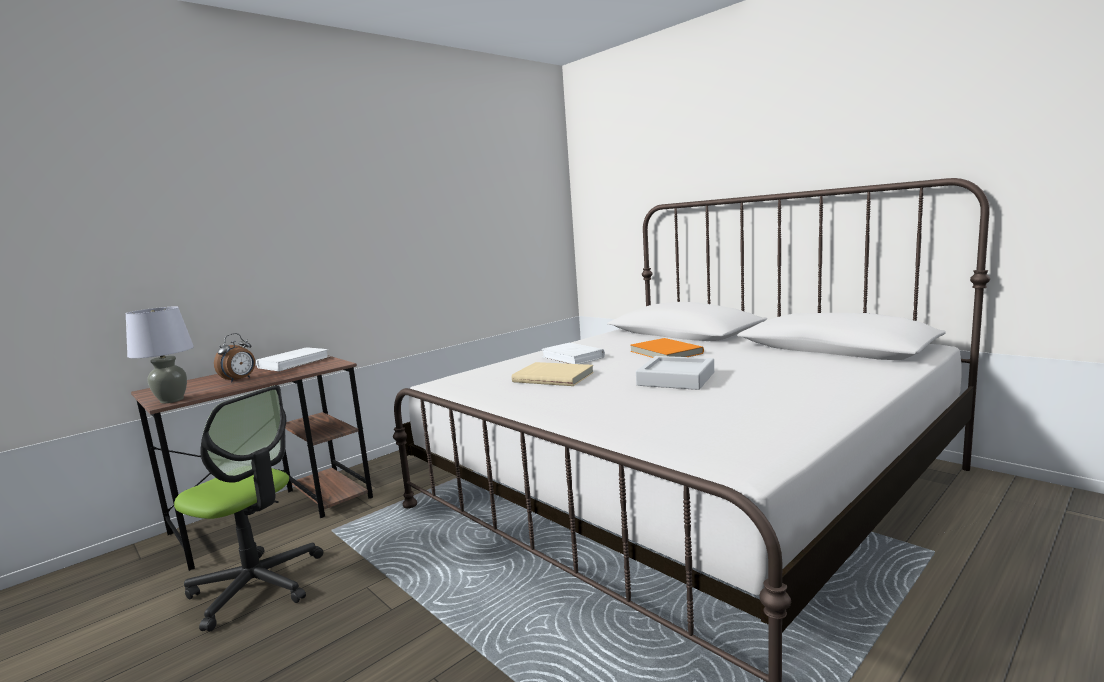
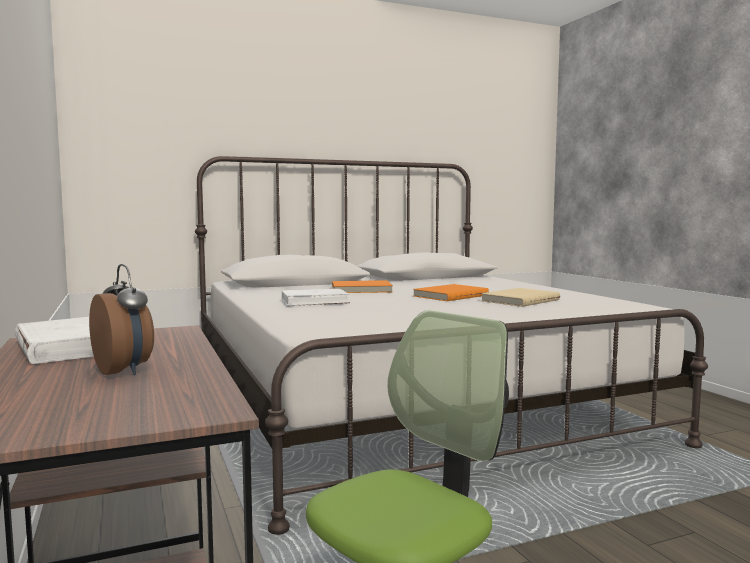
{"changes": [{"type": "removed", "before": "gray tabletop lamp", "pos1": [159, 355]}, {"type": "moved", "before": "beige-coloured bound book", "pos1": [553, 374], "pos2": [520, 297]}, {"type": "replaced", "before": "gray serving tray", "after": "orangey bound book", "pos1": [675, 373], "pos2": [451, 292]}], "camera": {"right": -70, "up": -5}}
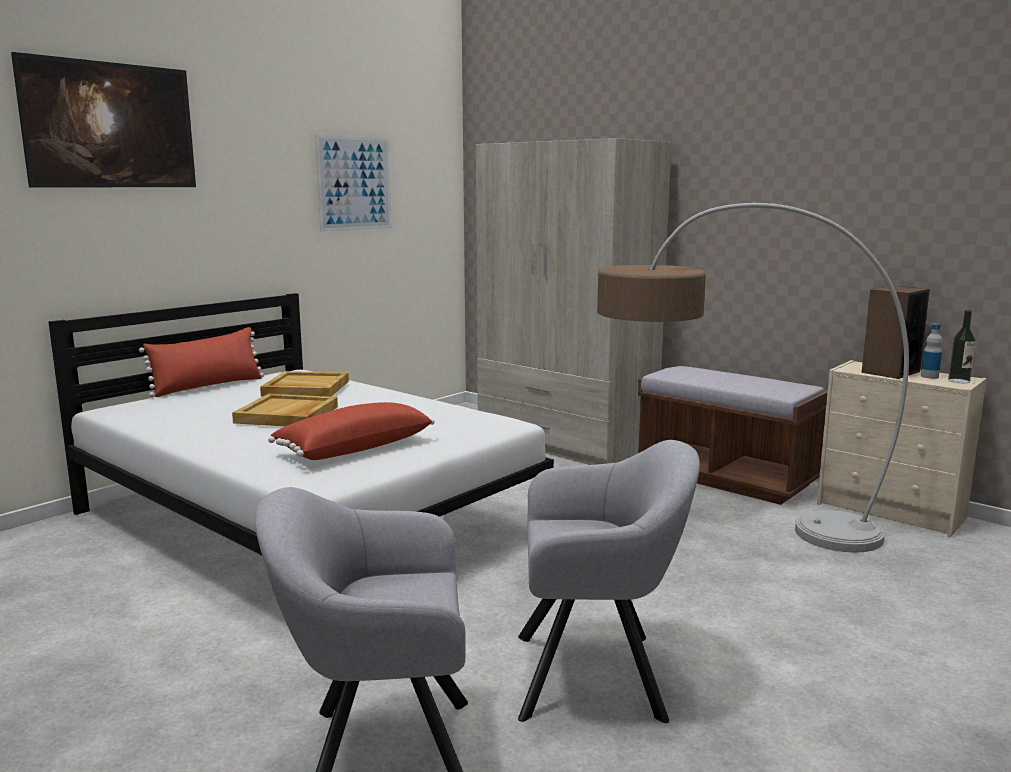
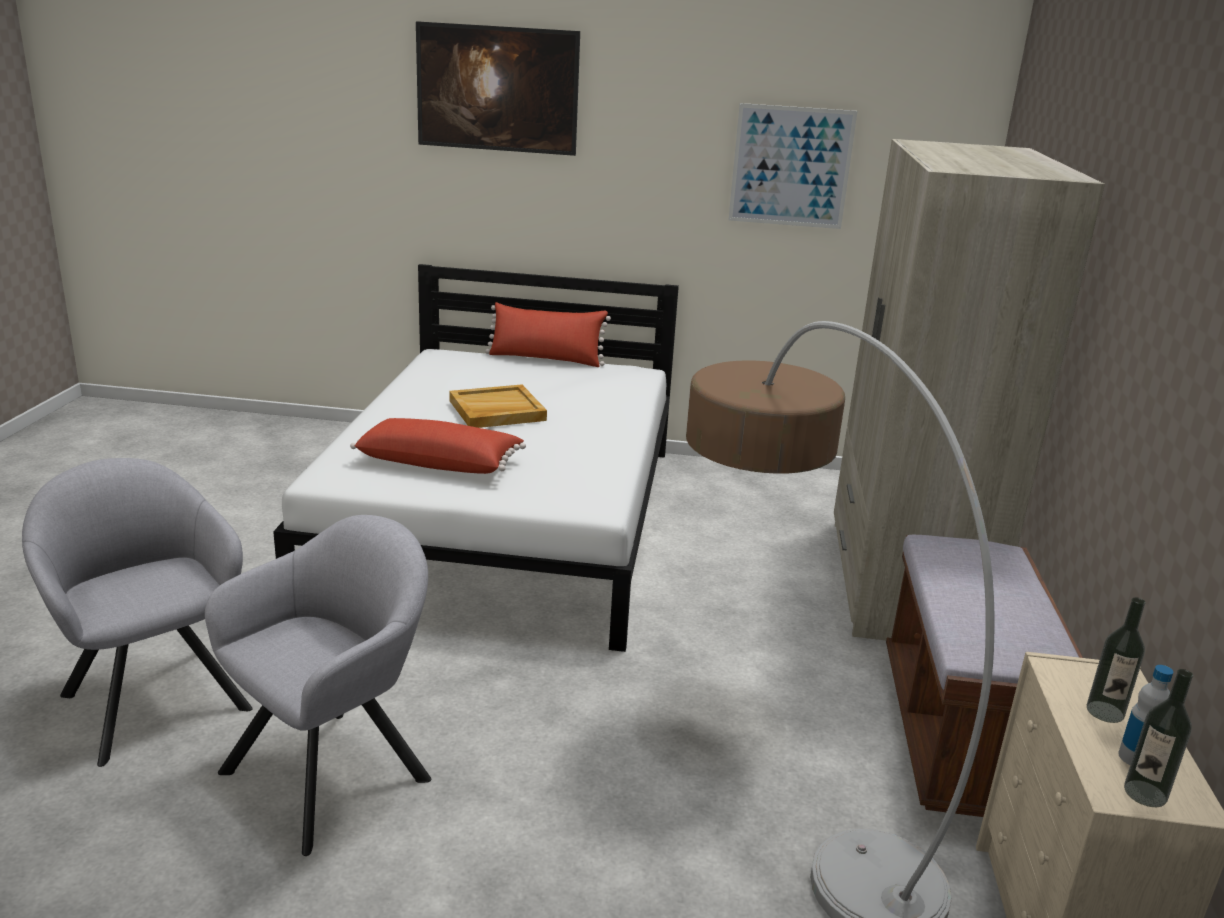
{"changes": [{"type": "removed", "before": "beige-coloured serving tray", "pos1": [304, 384]}, {"type": "replaced", "before": "speaker", "after": "drink bottle", "pos1": [896, 332], "pos2": [1116, 660]}, {"type": "turned", "before": "gray easy chair", "pos1": [609, 581], "pos2": [318, 685], "turn": -105}], "camera": {"right": 55, "up": 10}}
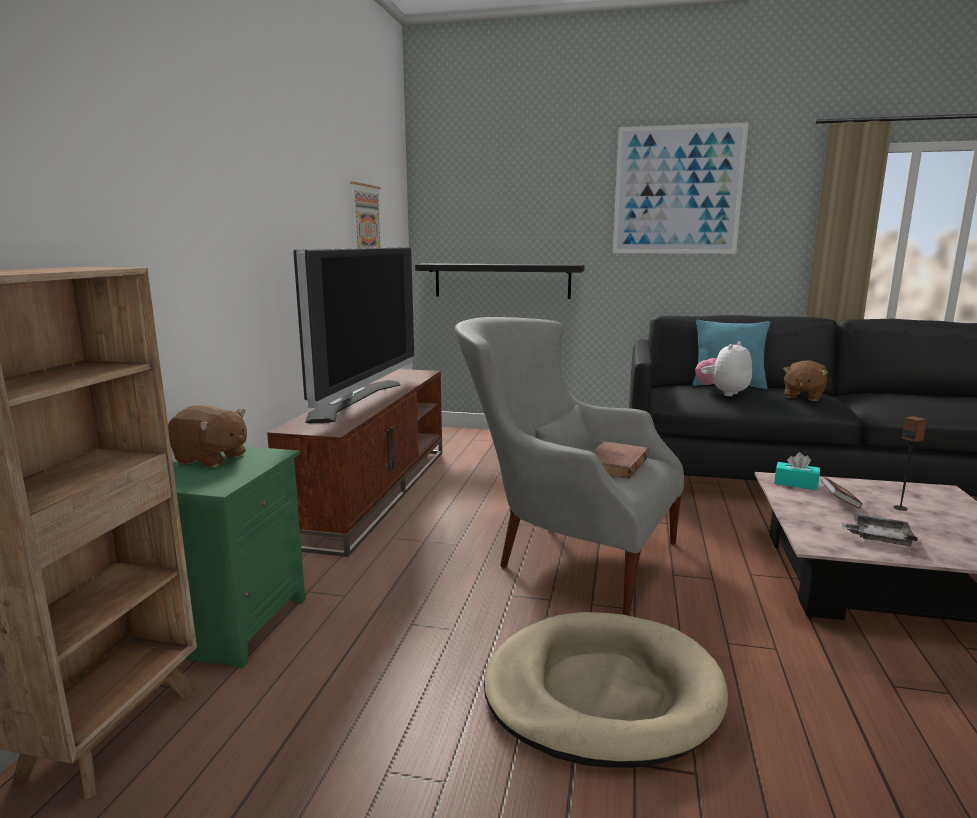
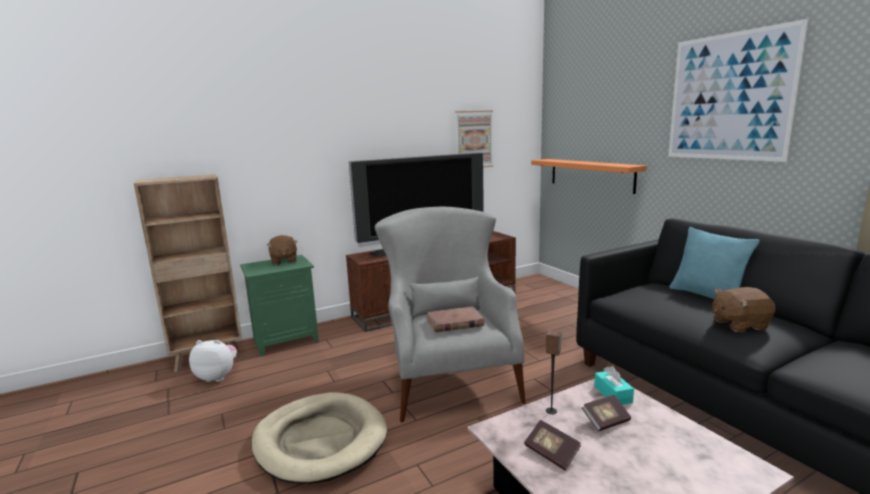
{"changes": [{"type": "moved", "before": "plush toy", "pos1": [724, 368], "pos2": [213, 361]}, {"type": "moved", "before": "speaker", "pos1": [910, 463], "pos2": [553, 372]}, {"type": "replaced", "before": "gray serving tray", "after": "bound book", "pos1": [879, 530], "pos2": [552, 445]}, {"type": "recoloured", "before": "black-coloured shelf", "after": "orangey shelf", "pos1": [500, 281], "pos2": [589, 176]}], "camera": {"right": 50, "up": 0}}
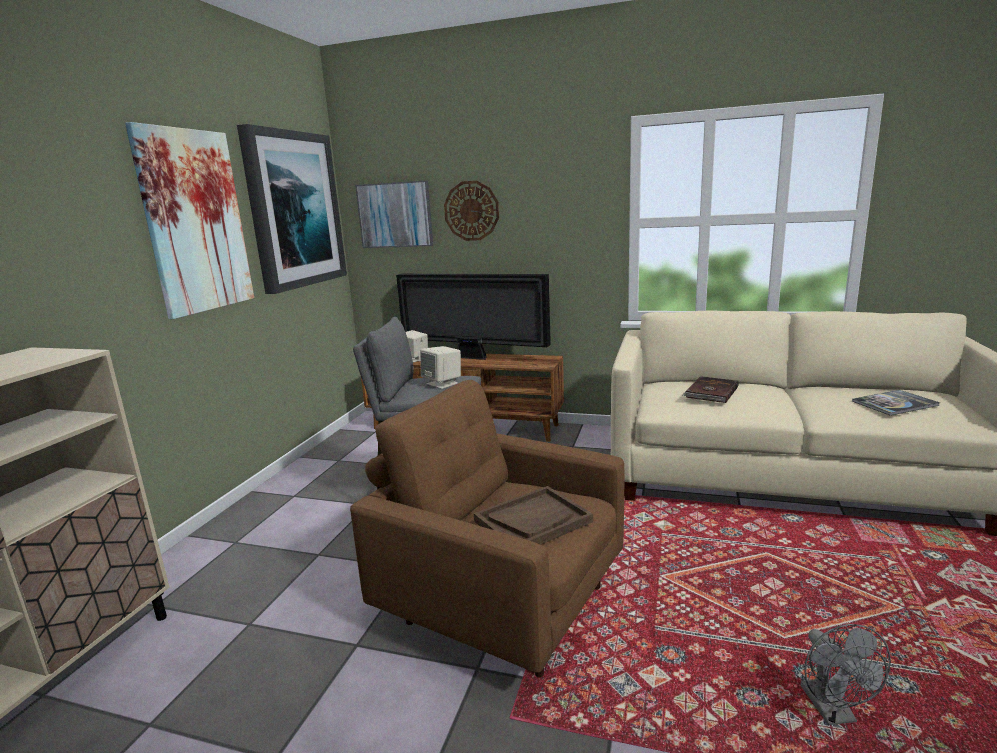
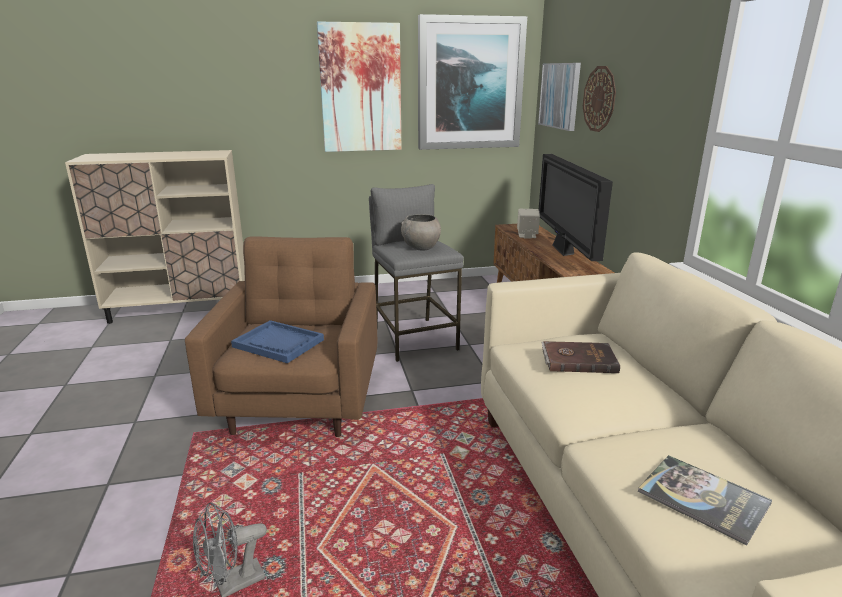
{"changes": [{"type": "replaced", "before": "beige-coloured speaker", "after": "gray deep dish", "pos1": [440, 367], "pos2": [421, 232]}, {"type": "recoloured", "before": "brownish serving tray", "after": "bluish serving tray", "pos1": [533, 515], "pos2": [277, 341]}], "camera": {"right": 60, "up": 5}}
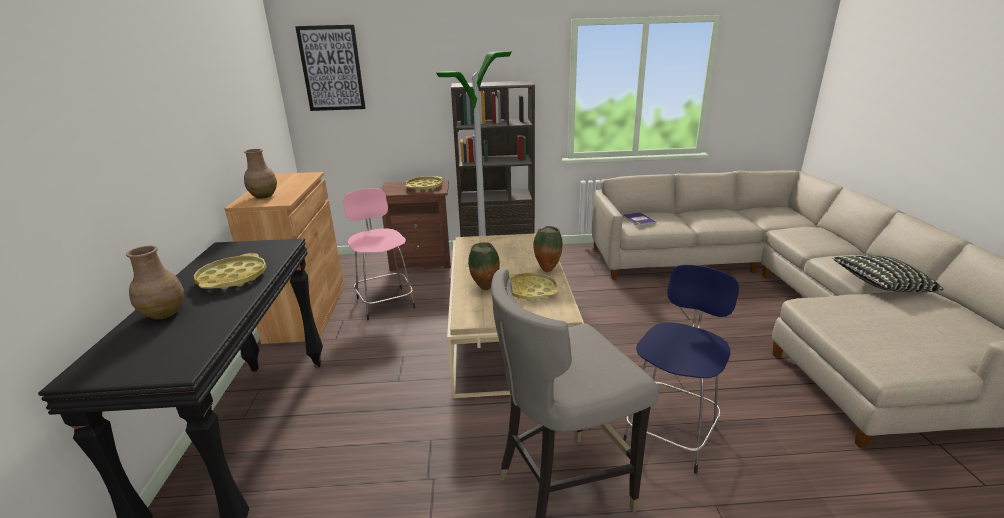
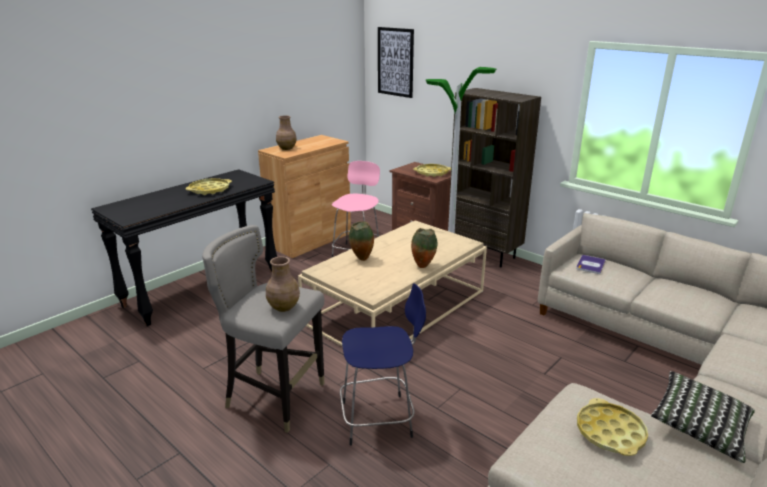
{"changes": [{"type": "moved", "before": "brownish decorative vase", "pos1": [155, 283], "pos2": [283, 284]}, {"type": "moved", "before": "yellow-coloured serving tray", "pos1": [533, 287], "pos2": [612, 427]}], "camera": {"right": 45, "up": 0}}
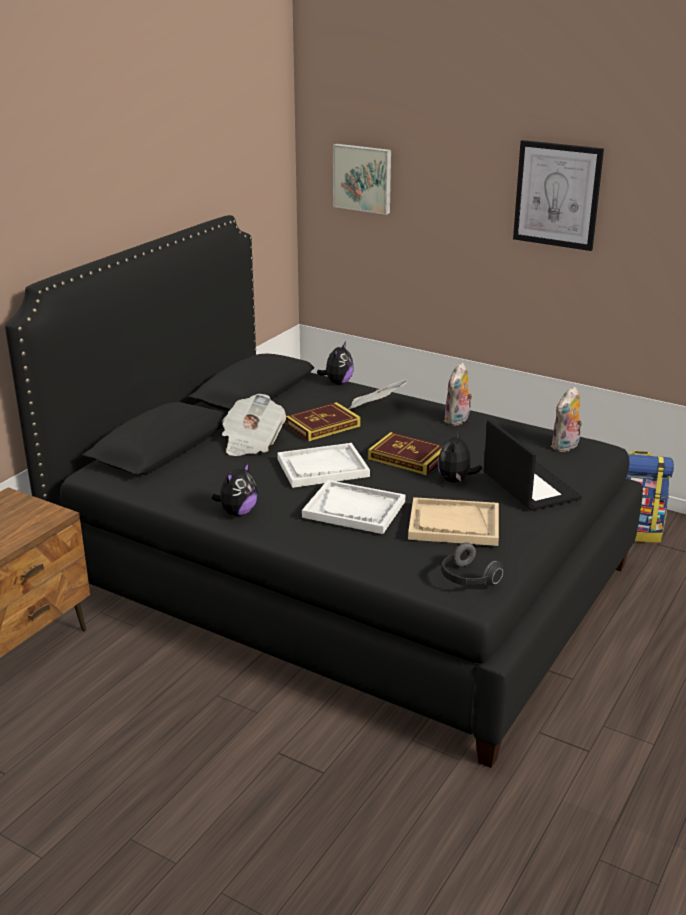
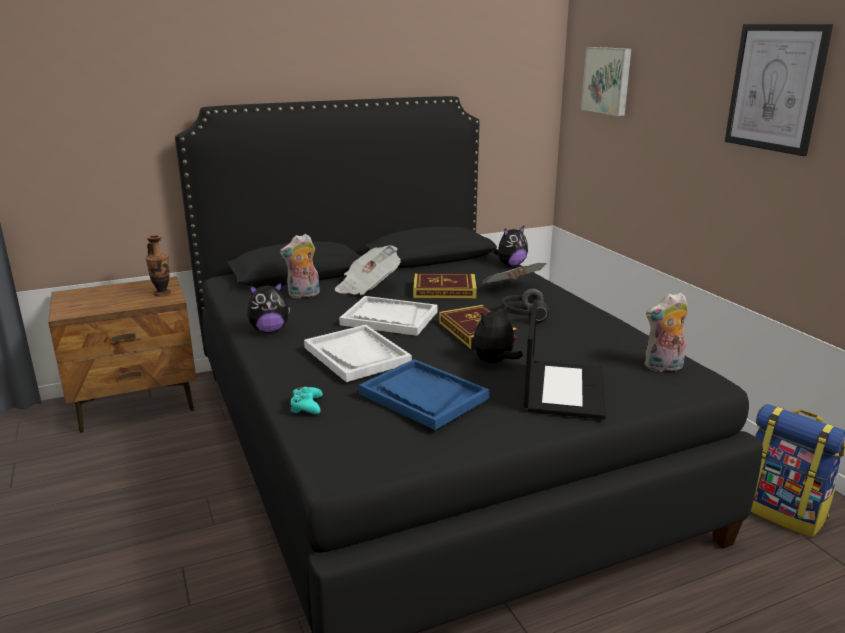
{"changes": [{"type": "added", "after": "decorative vase", "pos2": [158, 265]}, {"type": "added", "after": "turquoise-coloured game controller", "pos2": [306, 400]}, {"type": "moved", "before": "pair of headphones", "pos1": [472, 564], "pos2": [525, 305]}, {"type": "moved", "before": "plush toy", "pos1": [458, 394], "pos2": [300, 266]}, {"type": "recoloured", "before": "beige-coloured serving tray", "after": "bluish serving tray", "pos1": [453, 521], "pos2": [424, 394]}], "camera": {"right": 35, "up": -5}}
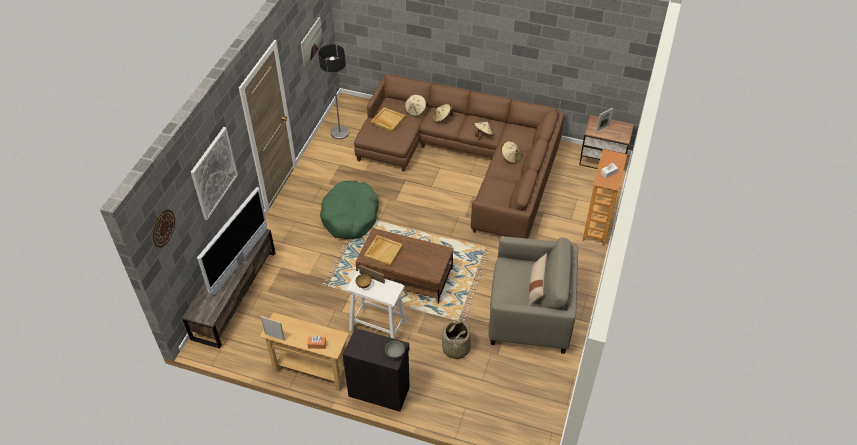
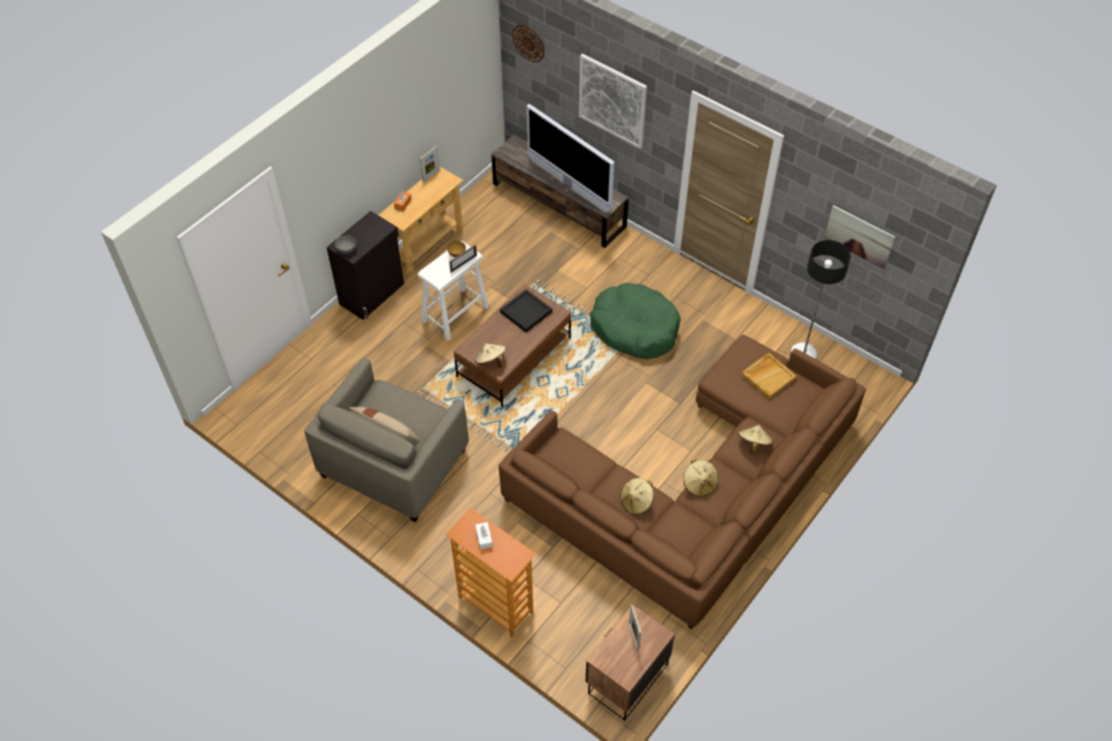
{"changes": [{"type": "removed", "before": "household basket", "pos1": [456, 340]}, {"type": "moved", "before": "beige-coloured hat", "pos1": [415, 105], "pos2": [490, 355]}, {"type": "recoloured", "before": "beige-coloured serving tray", "after": "black-coloured serving tray", "pos1": [383, 251], "pos2": [526, 310]}], "camera": {"right": 110, "up": 5}}
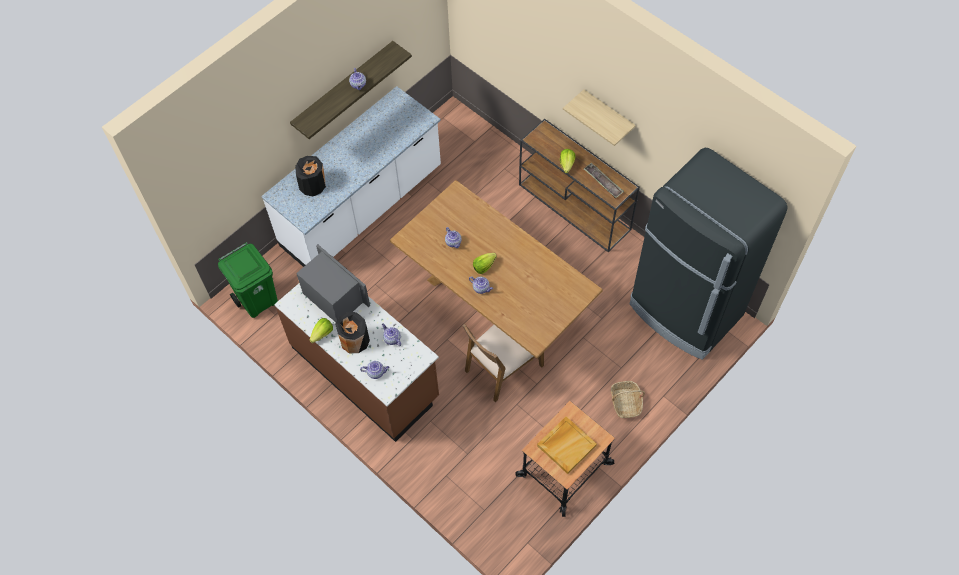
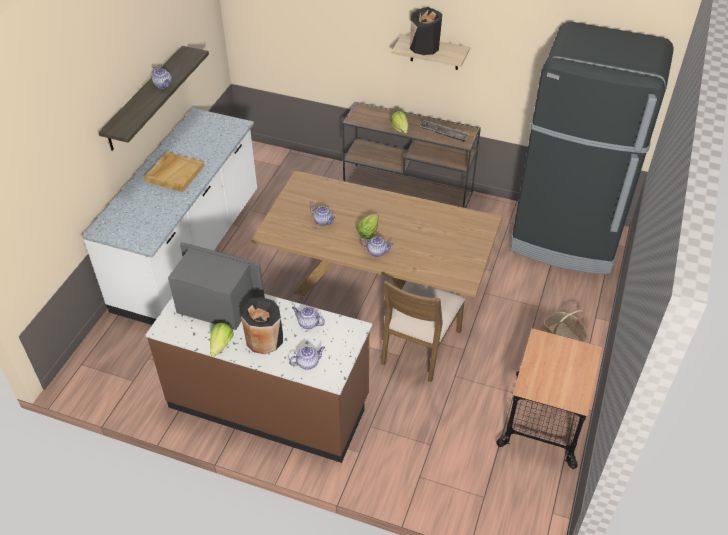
{"changes": [{"type": "removed", "before": "green waste bin", "pos1": [248, 280]}, {"type": "moved", "before": "black-coloured decorative vase", "pos1": [310, 176], "pos2": [426, 31]}, {"type": "moved", "before": "beige-coloured serving tray", "pos1": [567, 445], "pos2": [174, 172]}], "camera": {"right": -25, "up": -15}}
